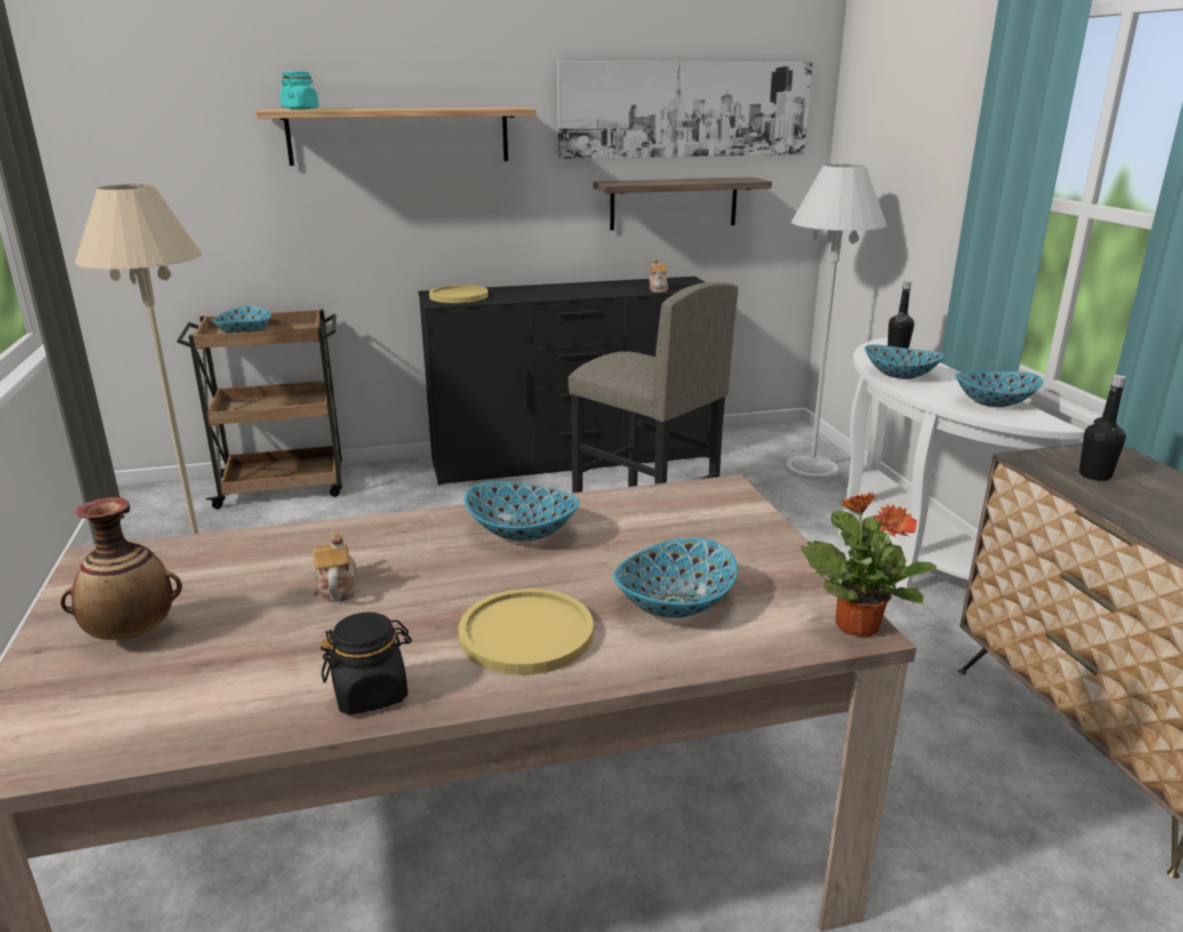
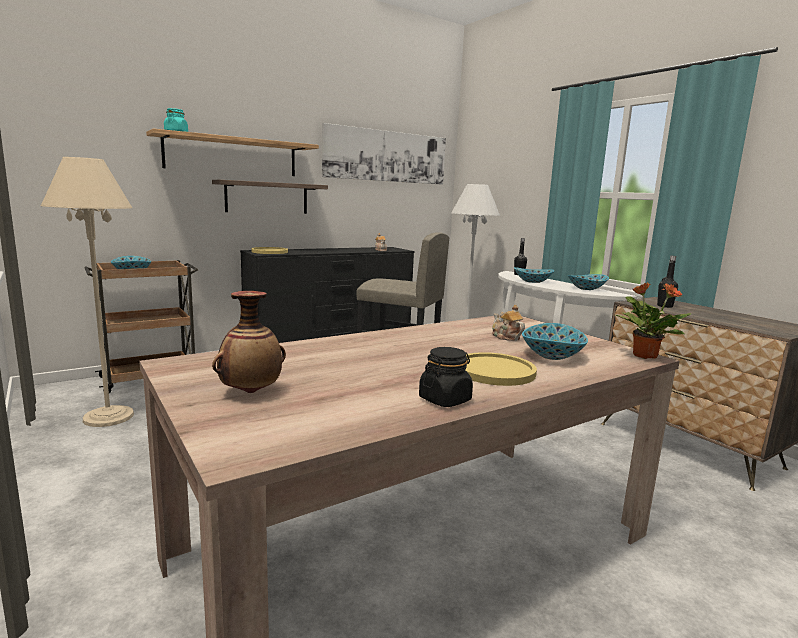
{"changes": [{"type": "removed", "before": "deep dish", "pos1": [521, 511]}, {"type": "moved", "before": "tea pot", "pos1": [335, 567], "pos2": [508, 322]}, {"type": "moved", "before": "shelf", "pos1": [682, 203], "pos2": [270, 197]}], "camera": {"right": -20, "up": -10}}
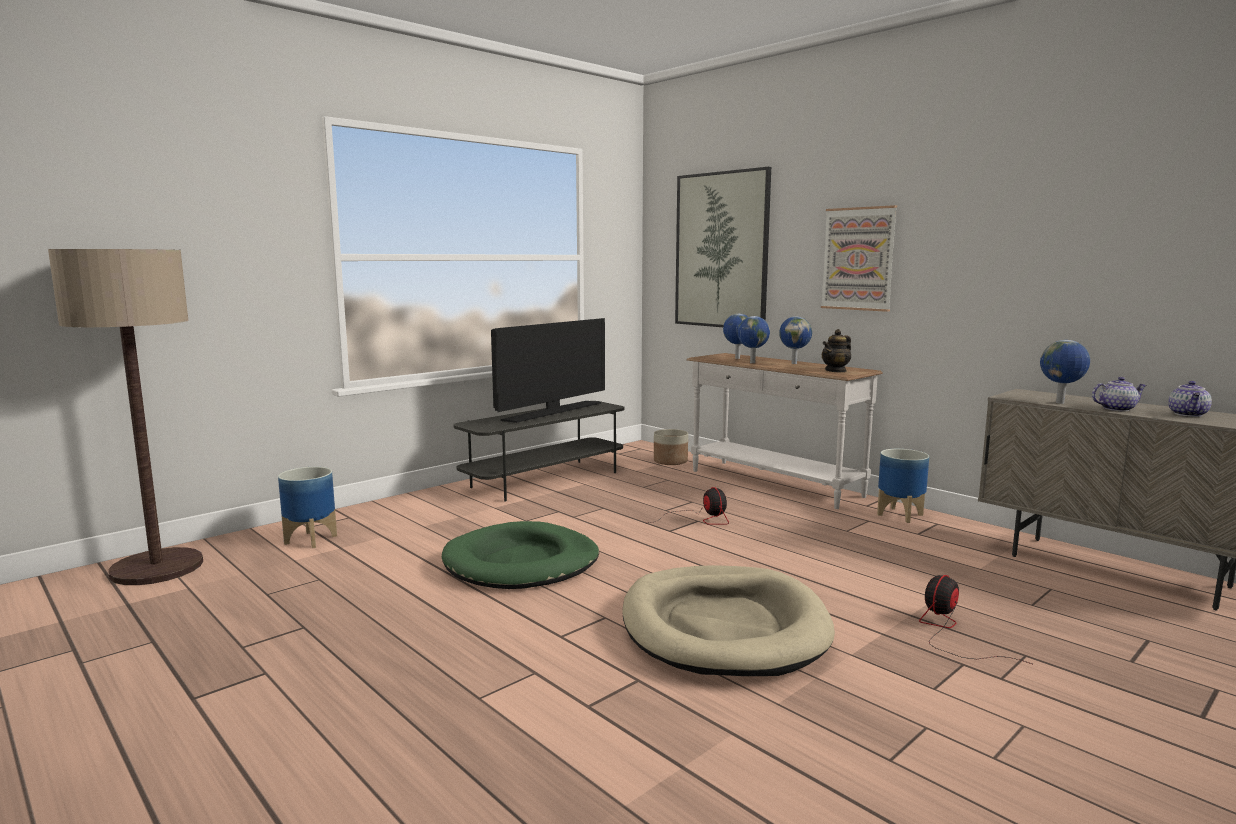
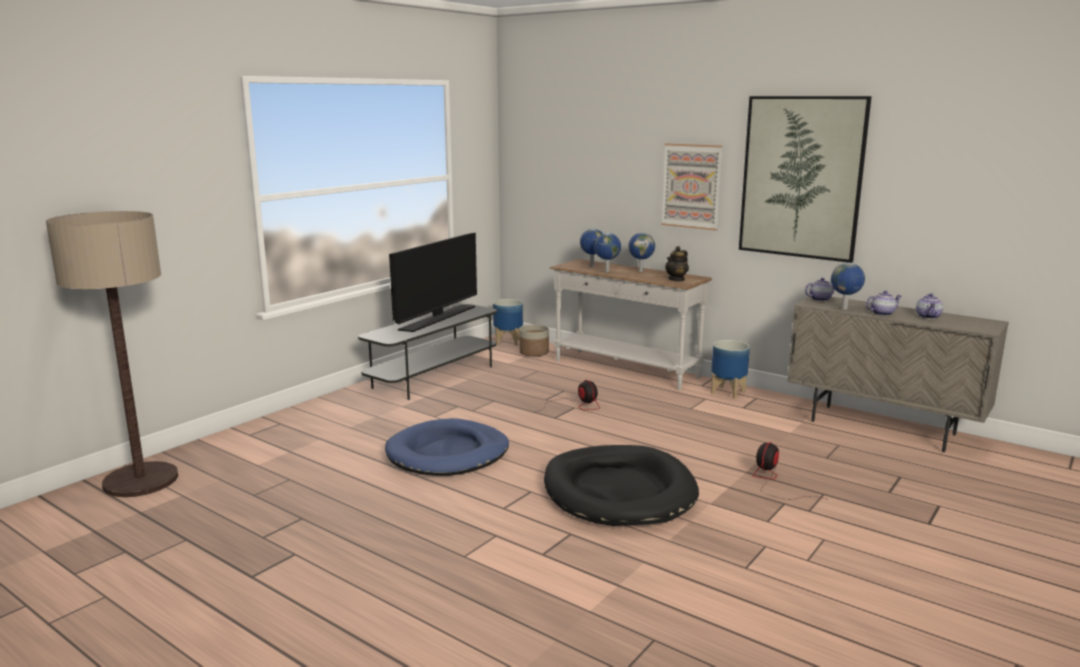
{"changes": [{"type": "added", "after": "tea pot", "pos2": [820, 289]}, {"type": "moved", "before": "flower pot", "pos1": [307, 507], "pos2": [508, 322]}, {"type": "moved", "before": "wall art", "pos1": [723, 247], "pos2": [805, 179]}, {"type": "recoloured", "before": "green dog cushion", "after": "bluish dog cushion", "pos1": [520, 555], "pos2": [447, 447]}, {"type": "recoloured", "before": "beige-coloured dog cushion", "after": "black-coloured dog cushion", "pos1": [728, 620], "pos2": [621, 485]}], "camera": {"right": -10, "up": 5}}
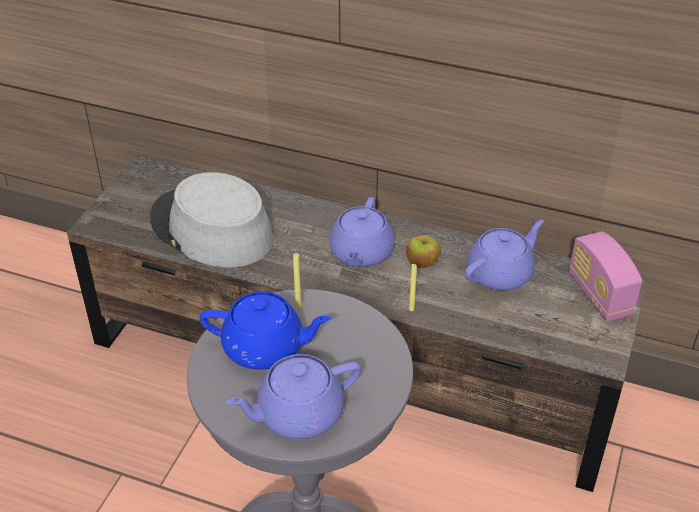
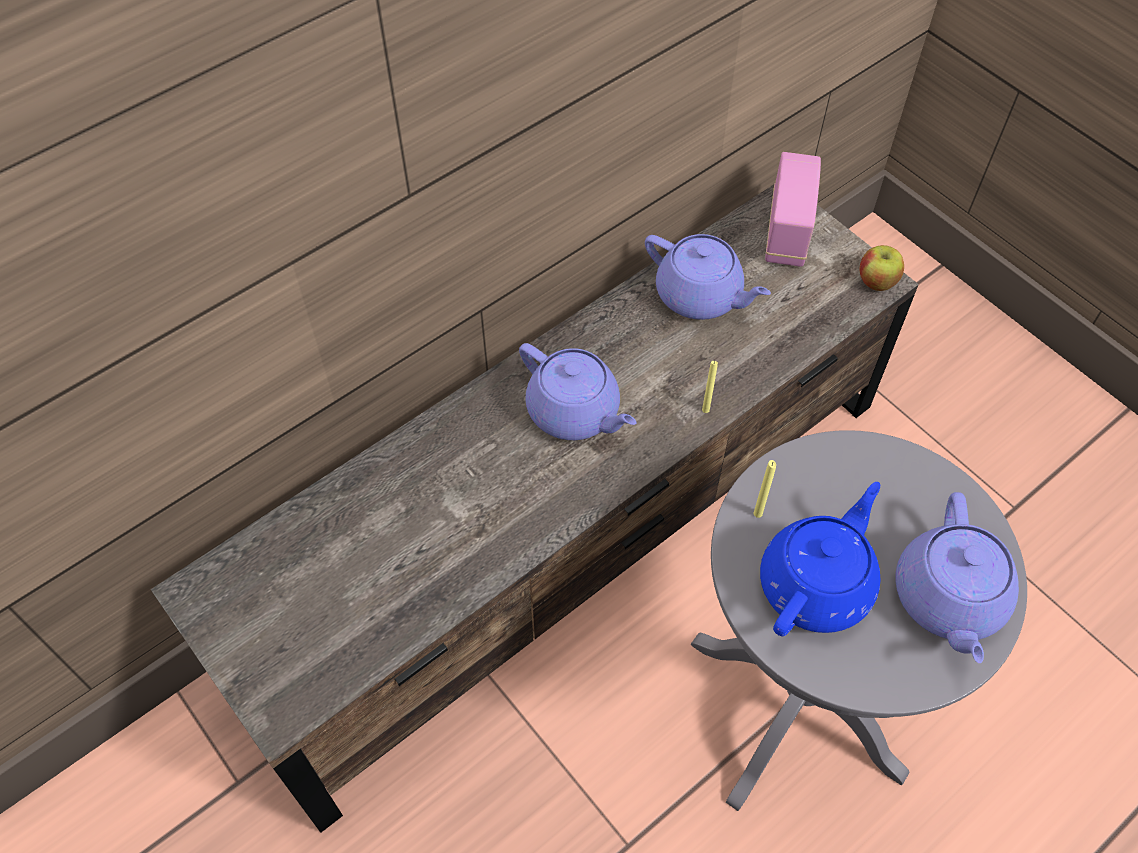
{"changes": [{"type": "removed", "before": "gray hat", "pos1": [211, 220]}, {"type": "moved", "before": "apple fruit", "pos1": [423, 251], "pos2": [881, 268]}, {"type": "turned", "before": "purplish tea pot", "pos1": [504, 255], "pos2": [708, 277], "turn": 135}, {"type": "turned", "before": "radio set", "pos1": [605, 276], "pos2": [793, 209], "turn": -90}], "camera": {"right": -60, "up": 15}}
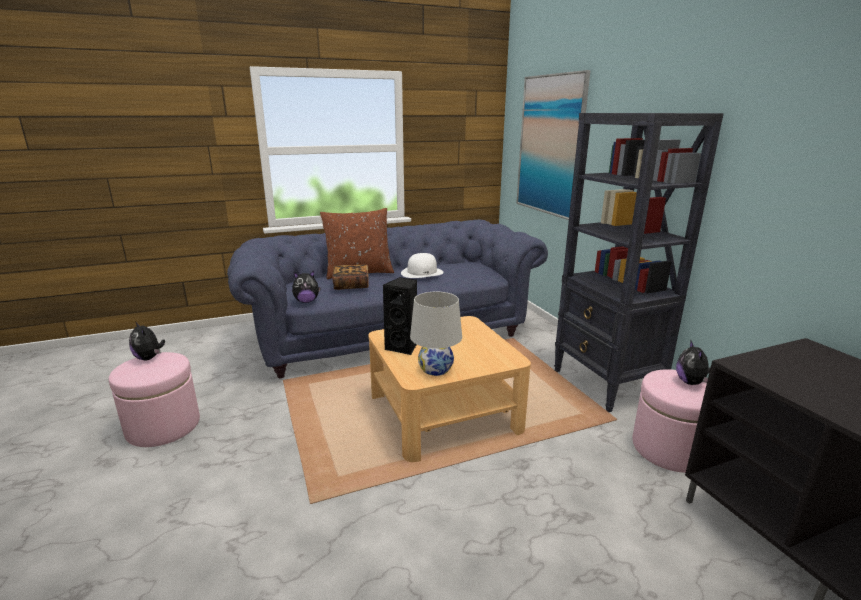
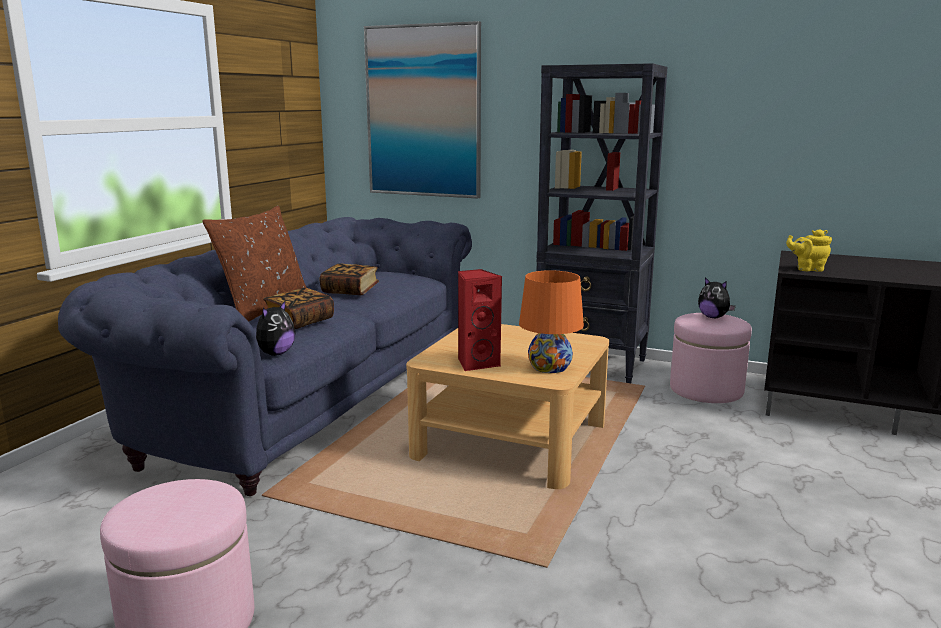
{"changes": [{"type": "removed", "before": "plush toy", "pos1": [147, 340]}, {"type": "added", "after": "yellow-coloured tea pot", "pos2": [809, 250]}, {"type": "replaced", "before": "white-coloured hat", "after": "bound book", "pos1": [422, 265], "pos2": [349, 279]}, {"type": "recoloured", "before": "black-coloured speaker", "after": "reddish speaker", "pos1": [399, 316], "pos2": [480, 320]}, {"type": "recoloured", "before": "white-coloured tabletop lamp", "after": "orangey tabletop lamp", "pos1": [436, 334], "pos2": [551, 321]}], "camera": {"right": -45, "up": -5}}
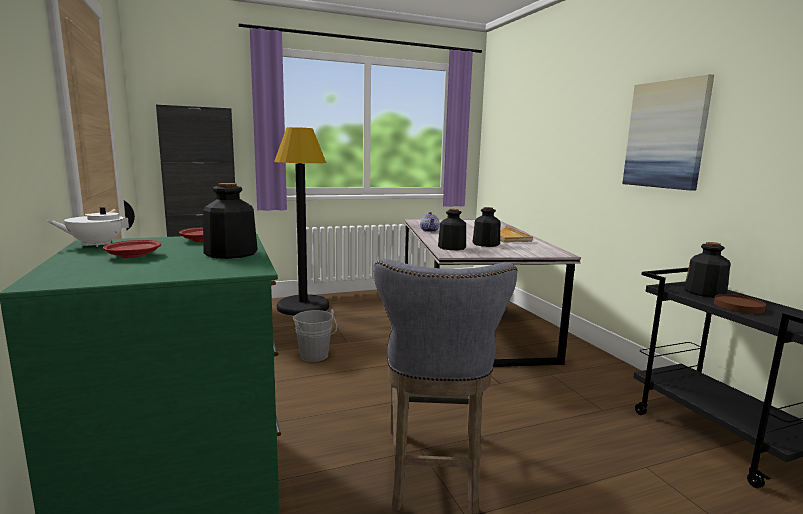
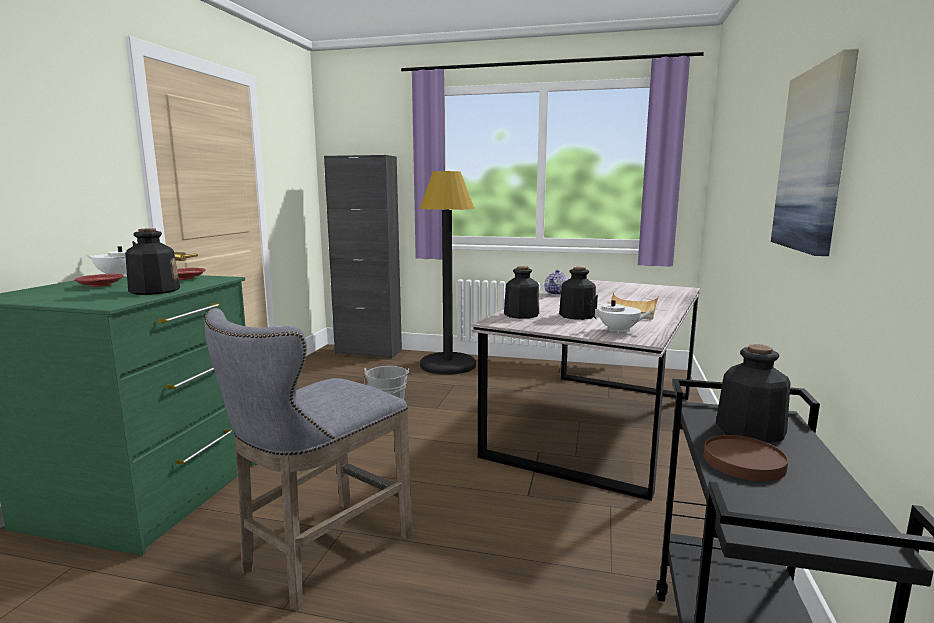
{"changes": [{"type": "added", "after": "white-coloured tea pot", "pos2": [622, 314]}], "camera": {"right": 35, "up": 0}}
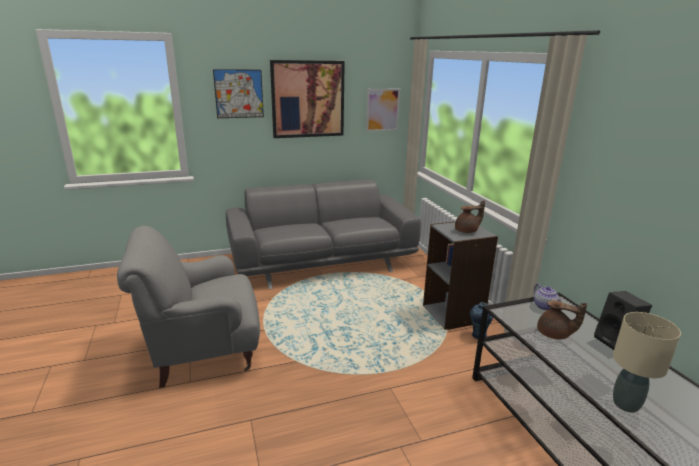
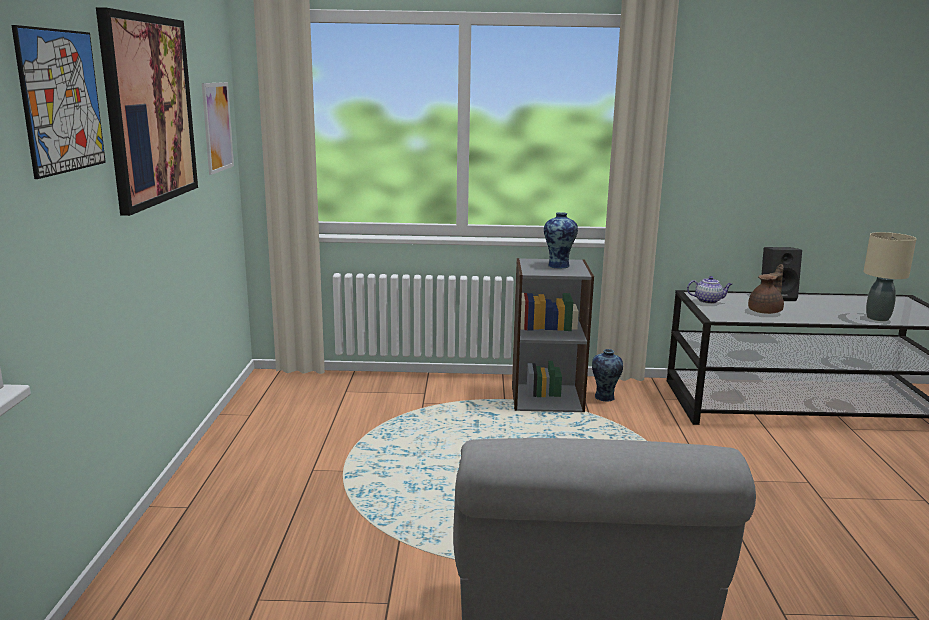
{"changes": [{"type": "removed", "before": "gray settee", "pos1": [323, 234]}, {"type": "replaced", "before": "brownish tea pot", "after": "decorative vase", "pos1": [470, 216], "pos2": [561, 240]}], "camera": {"right": -70, "up": -5}}
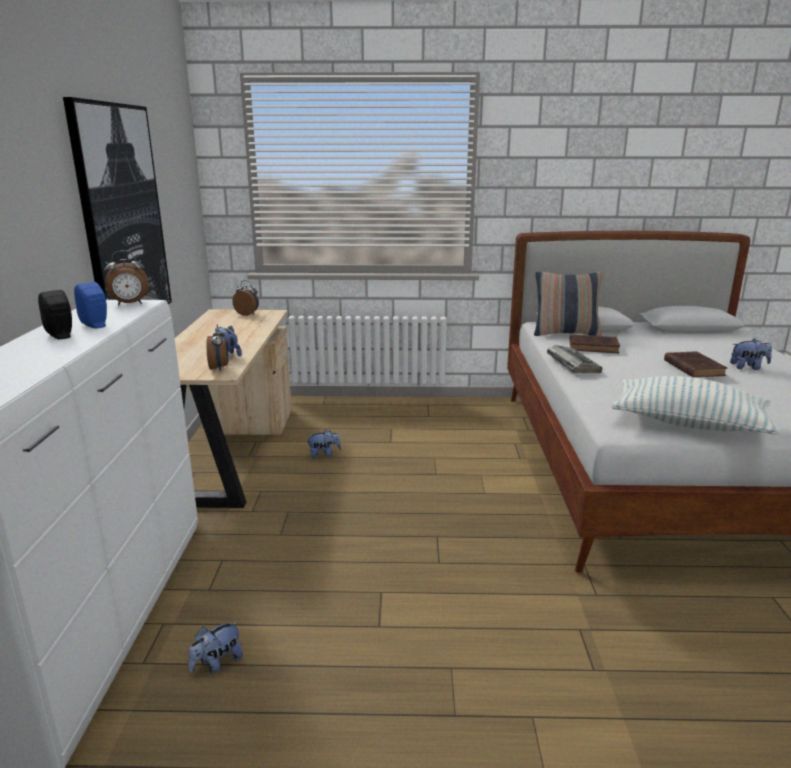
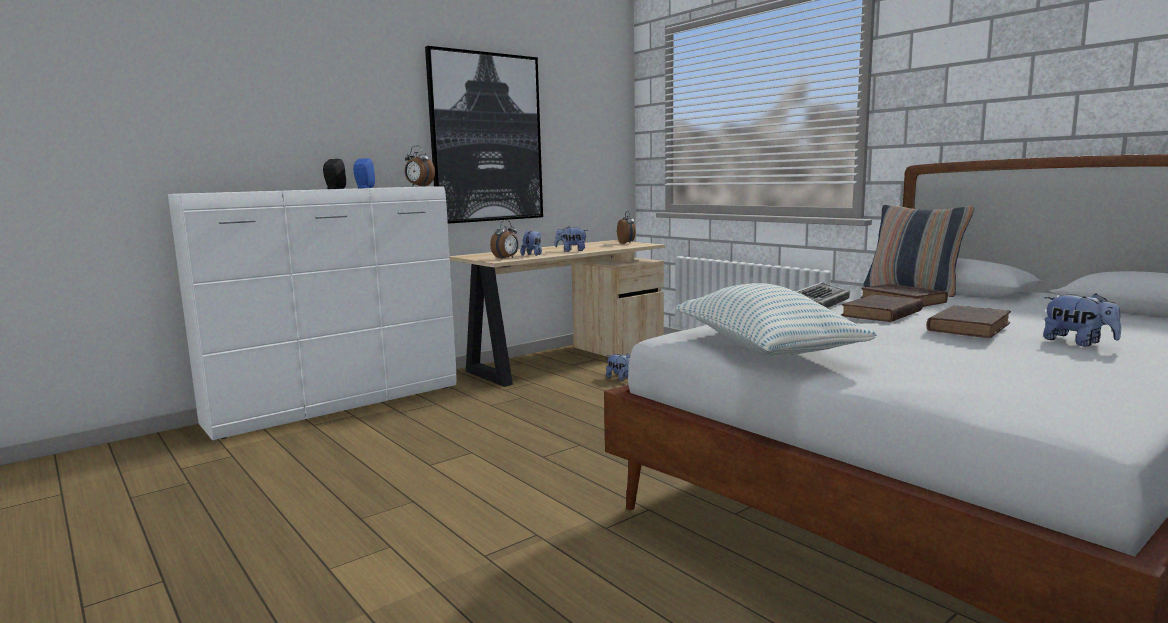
{"changes": [{"type": "added", "after": "brownish bound book", "pos2": [882, 308]}, {"type": "moved", "before": "plush toy", "pos1": [216, 647], "pos2": [571, 239]}], "camera": {"right": 50, "up": -10}}
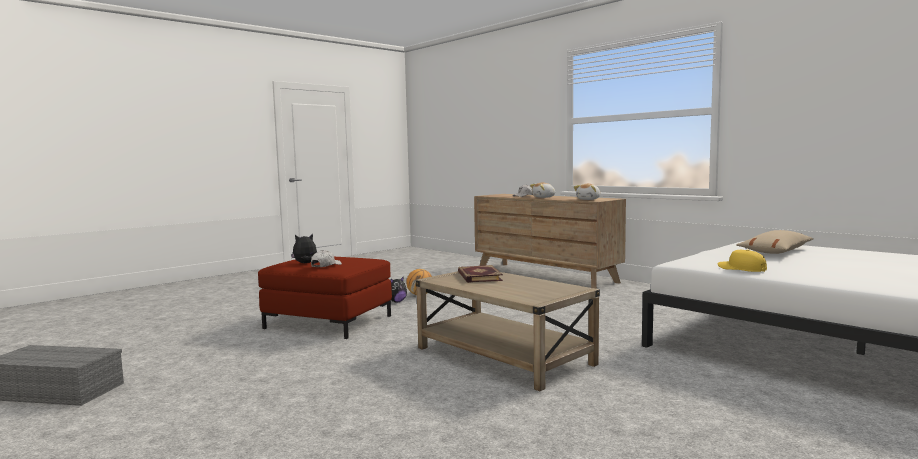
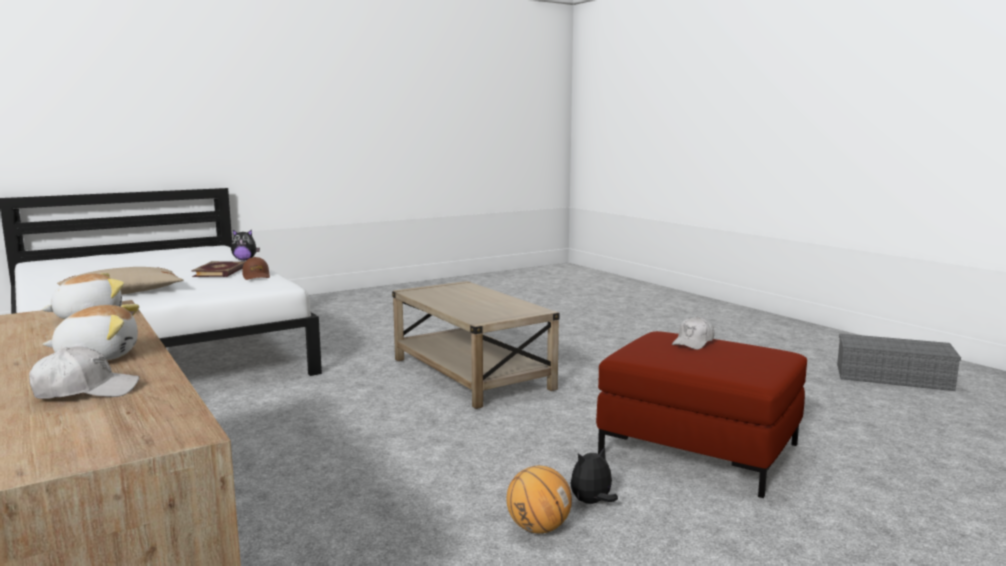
{"changes": [{"type": "moved", "before": "plush toy", "pos1": [304, 248], "pos2": [245, 244]}, {"type": "moved", "before": "bound book", "pos1": [480, 274], "pos2": [218, 269]}, {"type": "recoloured", "before": "yellow-coloured peaked cap", "after": "brownish peaked cap", "pos1": [742, 261], "pos2": [256, 268]}], "camera": {"right": -170, "up": 5}}
